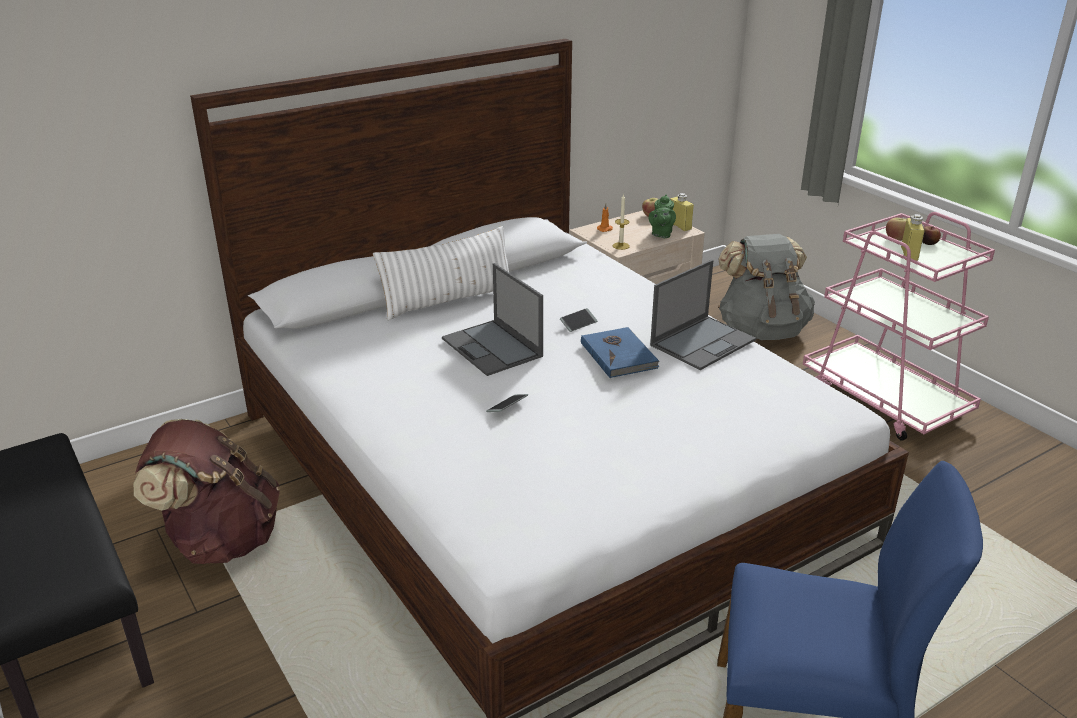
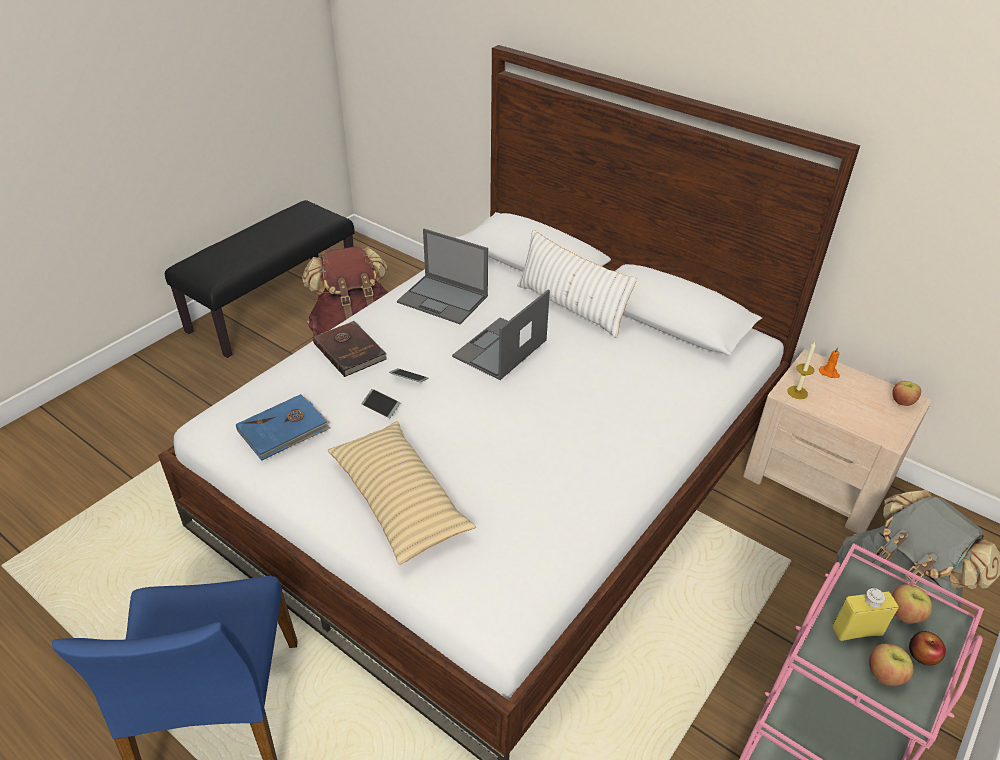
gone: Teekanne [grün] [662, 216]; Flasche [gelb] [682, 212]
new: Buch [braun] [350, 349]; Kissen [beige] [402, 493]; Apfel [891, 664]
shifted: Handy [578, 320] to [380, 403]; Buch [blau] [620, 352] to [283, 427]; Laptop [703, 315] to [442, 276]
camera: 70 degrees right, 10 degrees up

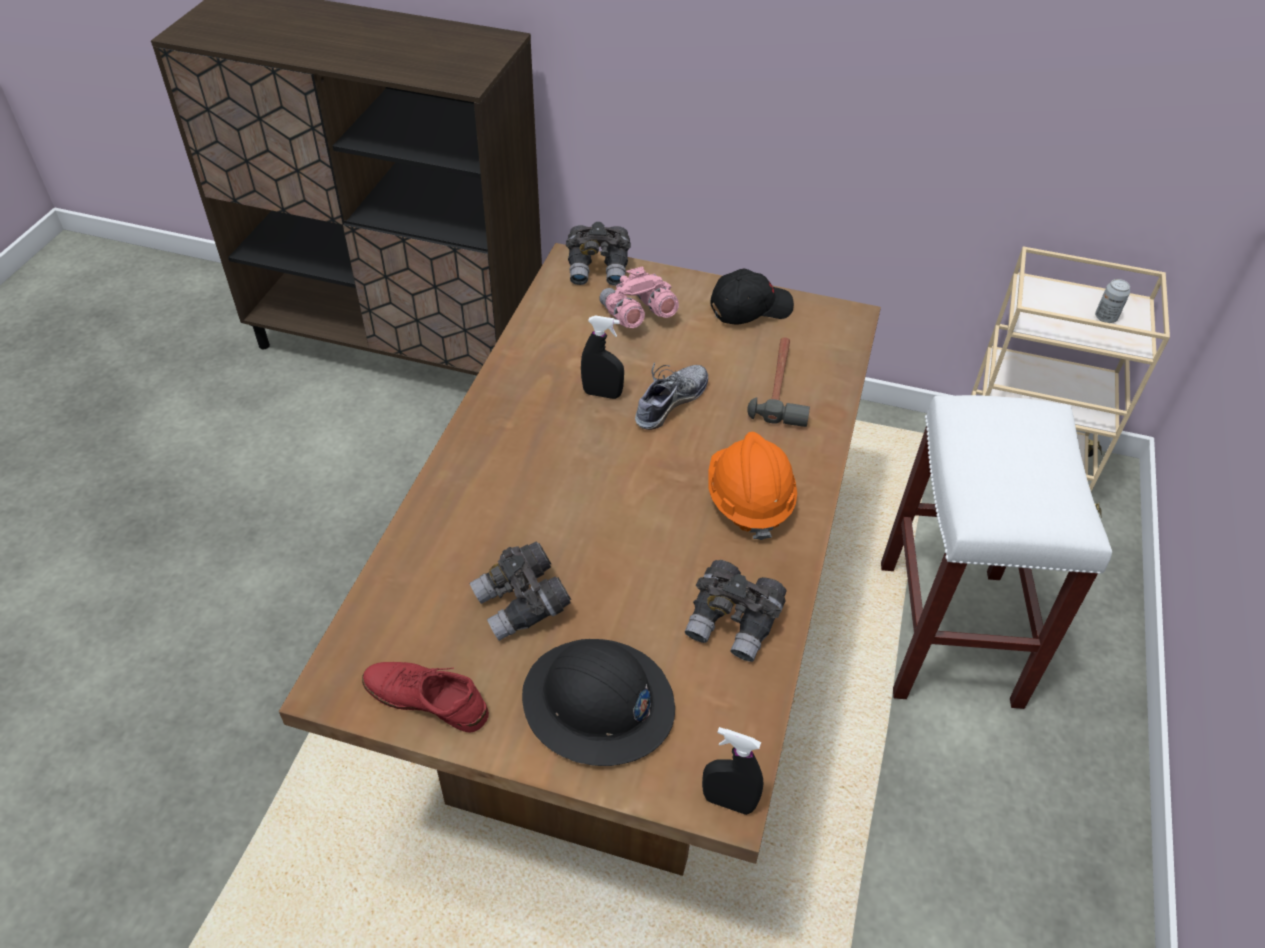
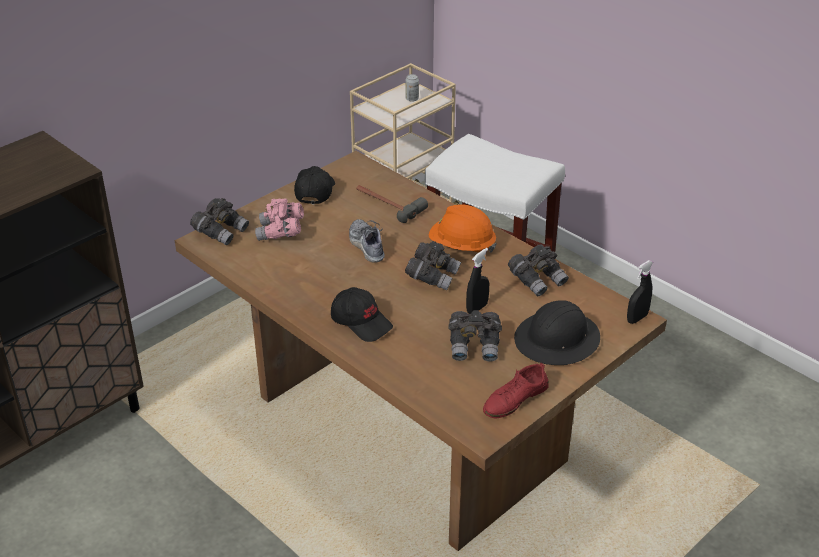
new: Kappe [schwarz] [362, 314]; Fernglas [grau] [433, 266]
shifted: Sprühflasche [schwarz] [602, 357] to [477, 281]
camera: 60 degrees left, 10 degrees down

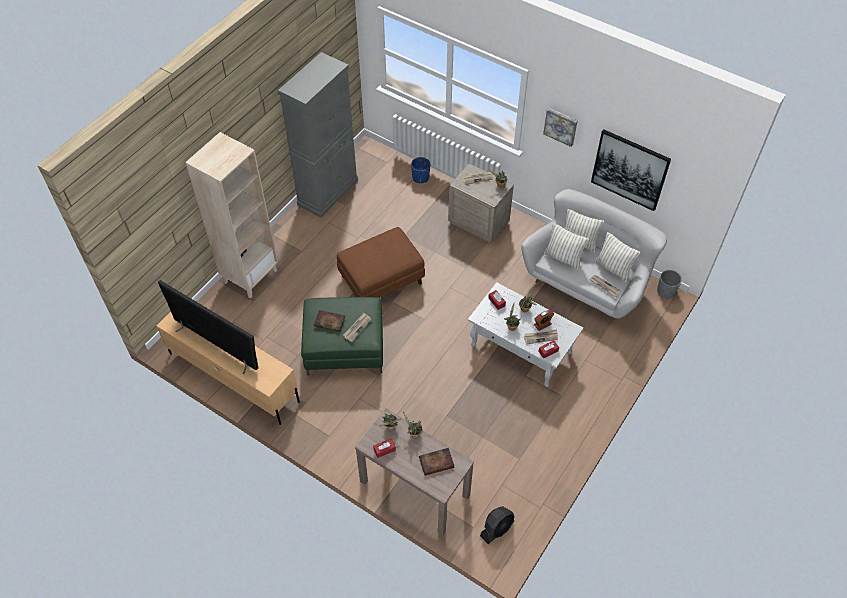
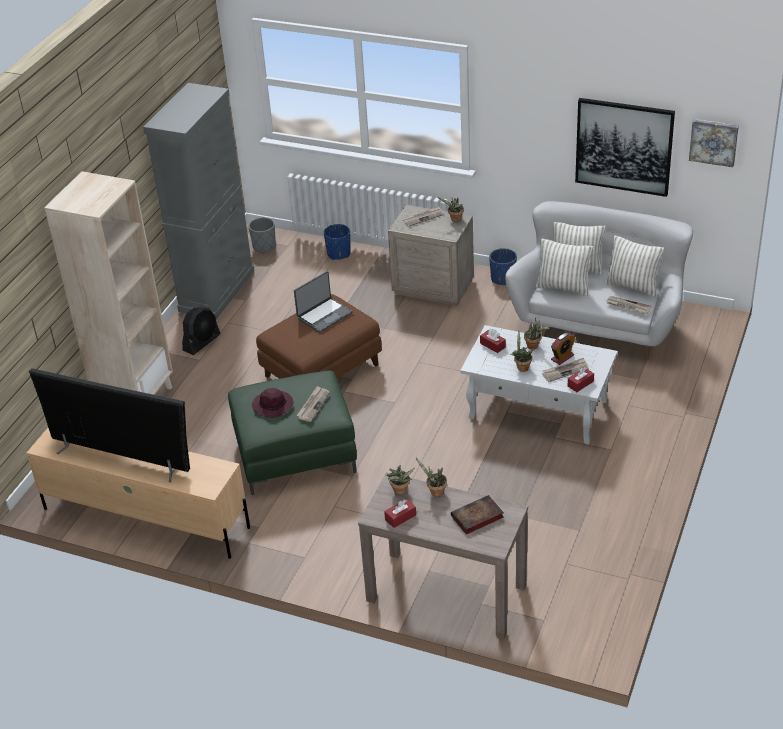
new: Laptop [323, 302]; Pflanzkübel [blau] [503, 266]
shifted: Ventilator [schwarz] [497, 525] to [201, 331]; Bild [560, 127] to [714, 143]; Pflanzkübel [grau] [669, 284] to [262, 235]
swapped: Buch [329, 321] to Hut [lila] [272, 403]
camera: 10 degrees left, 15 degrees down

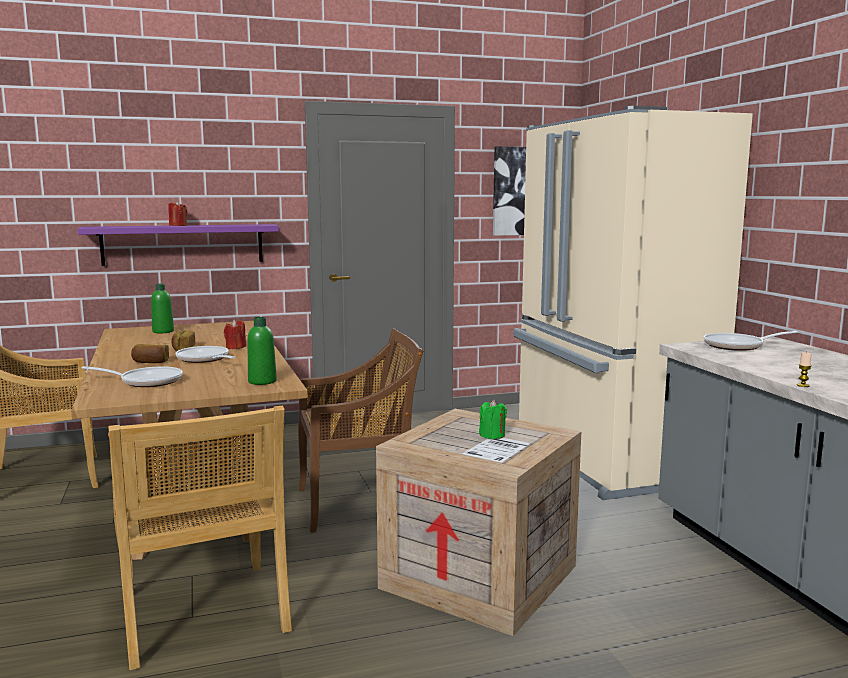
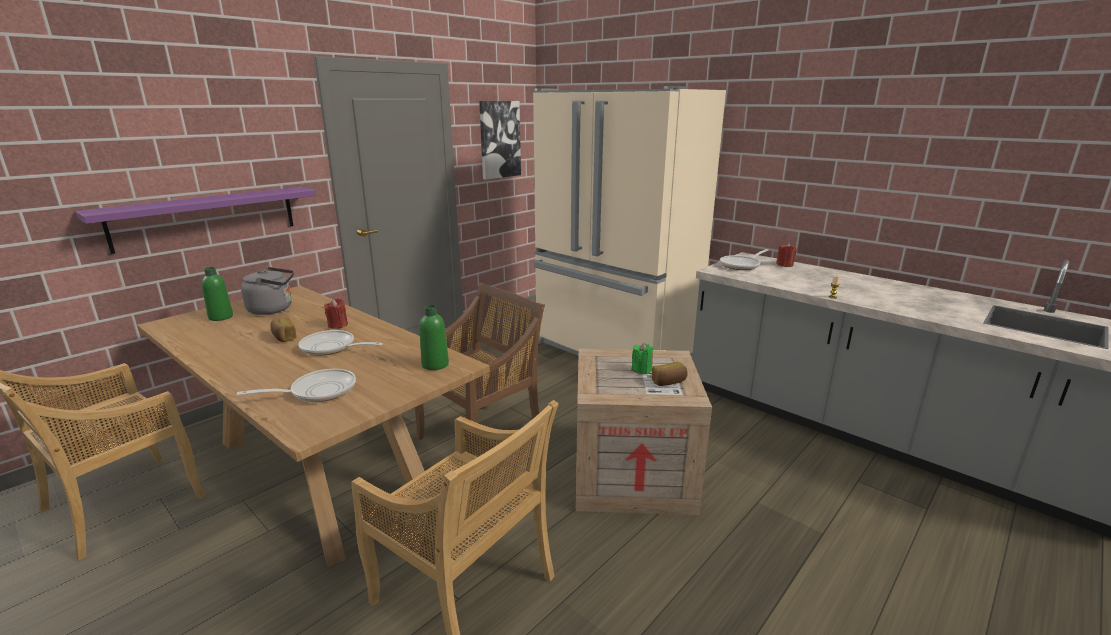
new: Wasserkessel [grau] [267, 291]
shifted: Brot [150, 353] to [670, 374]; Kerze [rot] [177, 213] to [786, 255]
camera: 30 degrees left, 10 degrees up

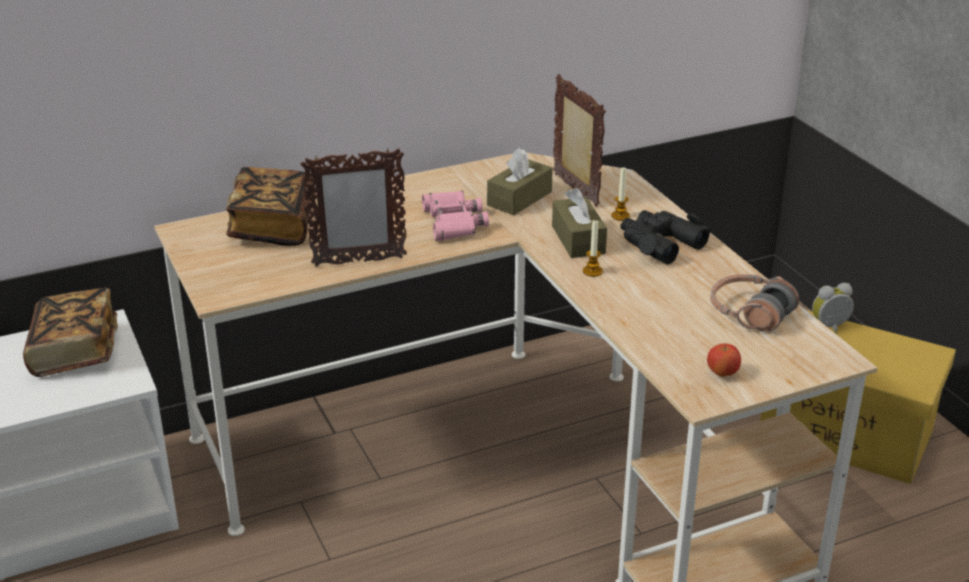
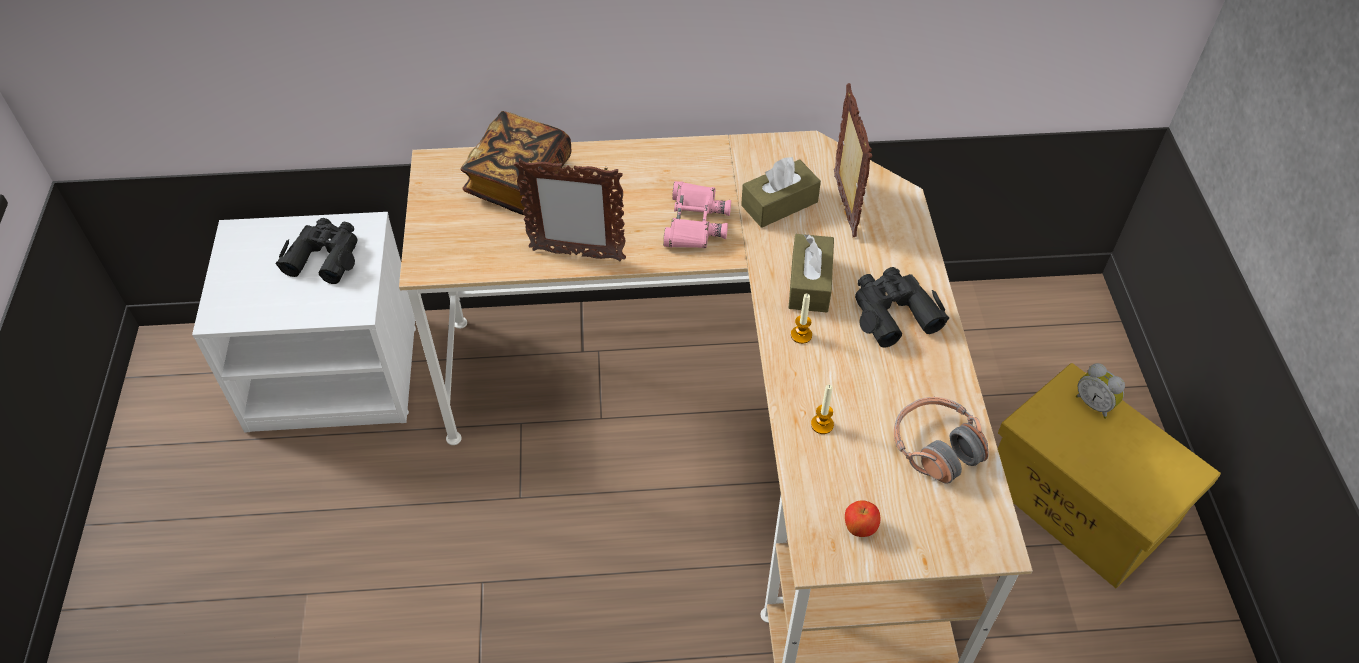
shifted: Kerze [620, 194] to [822, 409]
swapped: Buch [70, 332] to Fernglas [schwarz] [316, 251]
rotated: Wecker [833, 308] = [1100, 391] 135 degrees counterclockwise
camera: 20 degrees right, 20 degrees up

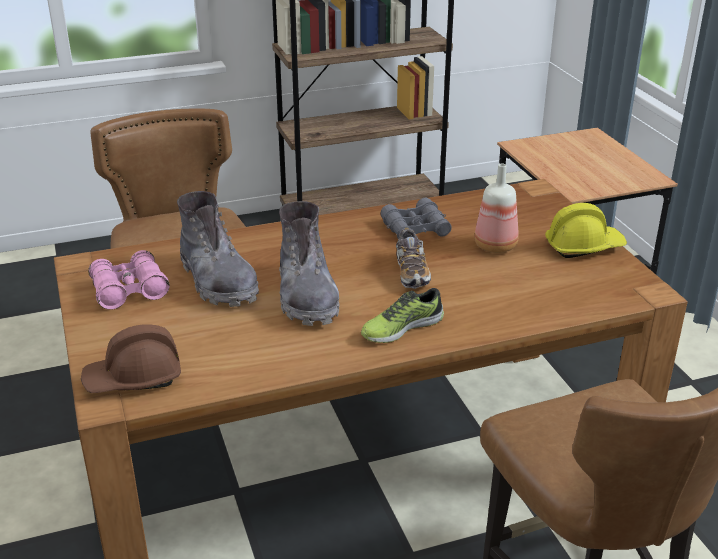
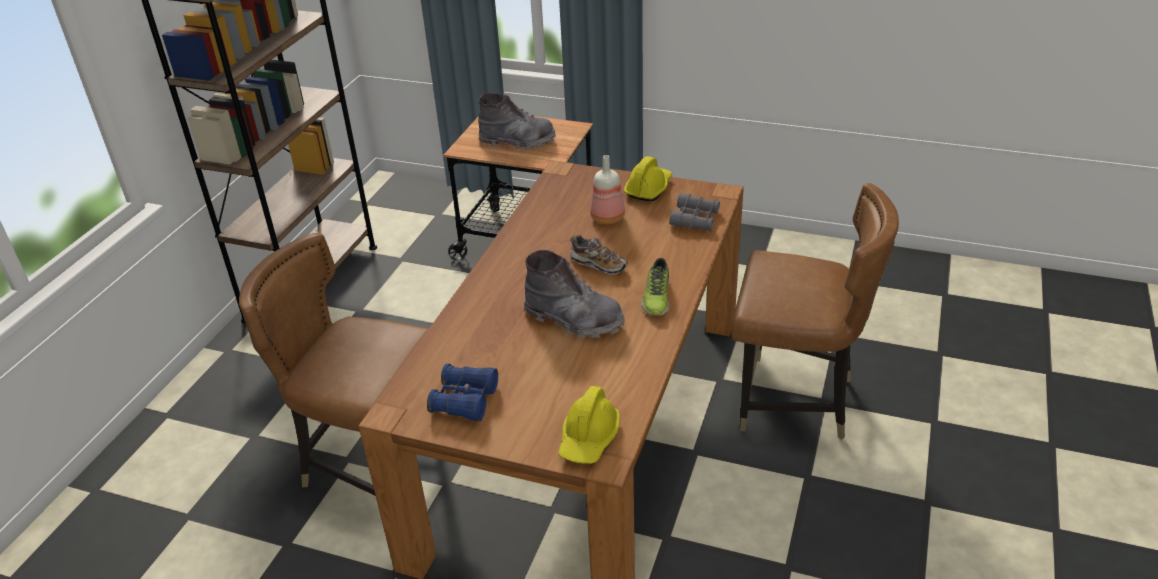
shifted: Stiefel [grau] [218, 249] to [517, 121]; Fernglas [grau] [416, 218] to [694, 212]
repainted: Schutzhelm [braun] [131, 358] to Schutzhelm [gelb] [589, 425]; Fernglas [rosa] [129, 280] to Fernglas [blau] [462, 392]
camera: 50 degrees left, 5 degrees up

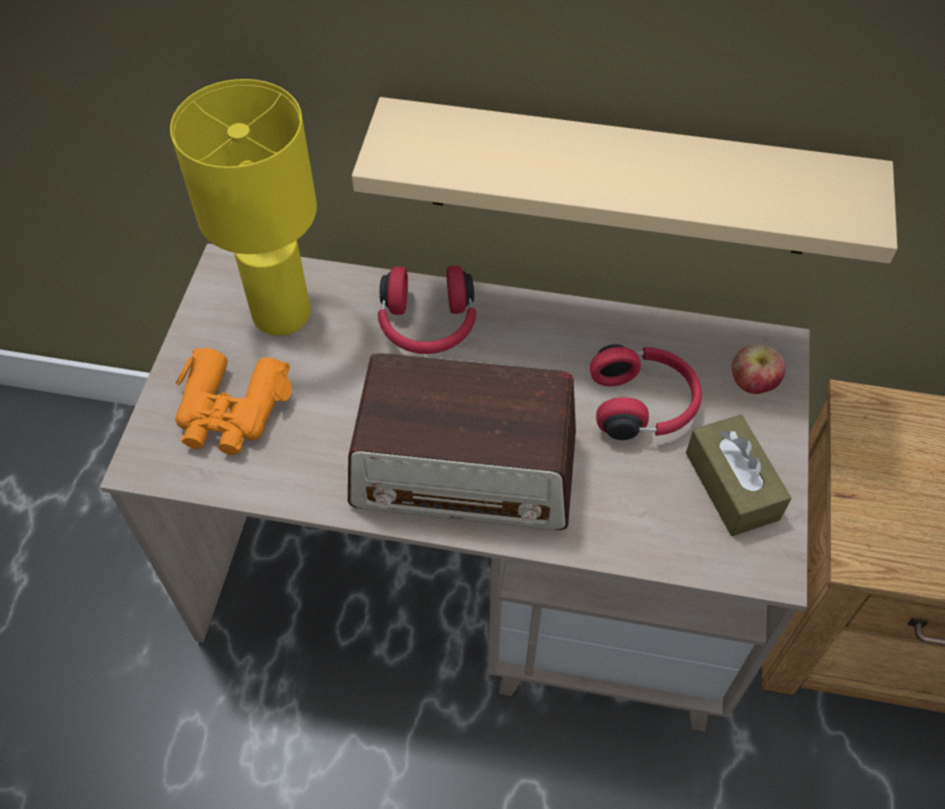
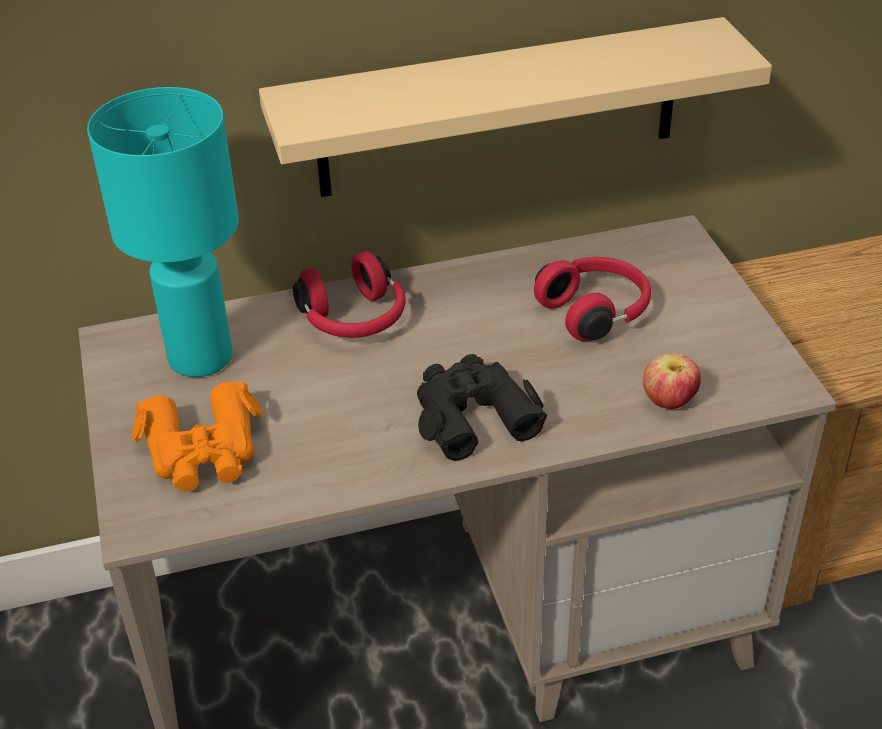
gone: Taschentuchbox [braun] [738, 475]
shifted: Apfel [759, 369] to [672, 381]
swapped: Radio [462, 441] to Fernglas [schwarz] [482, 407]
repainted: Tischlampe [gelb] [243, 207] to Tischlampe [türkis] [163, 232]
camera: 25 degrees left, 15 degrees down

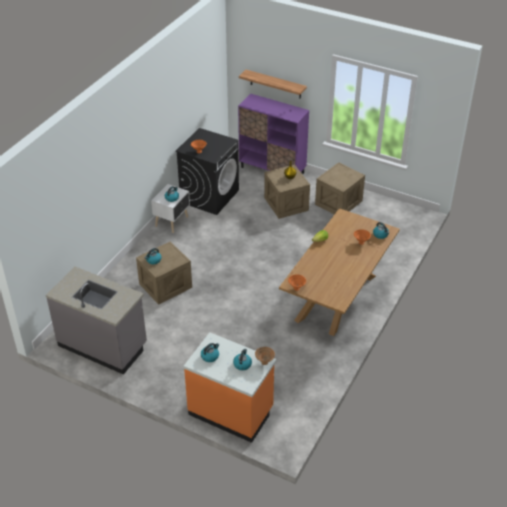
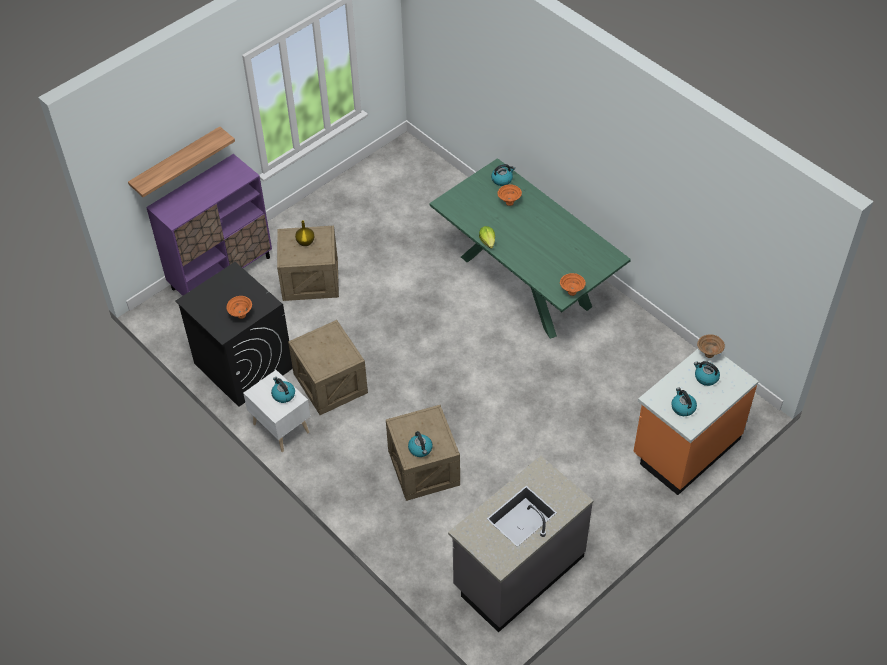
shifted: Kiste [340, 188] to [328, 367]
repainted: Esstisch [braun] [339, 272] to Esstisch [grün] [530, 248]
camera: 70 degrees left, 10 degrees up

